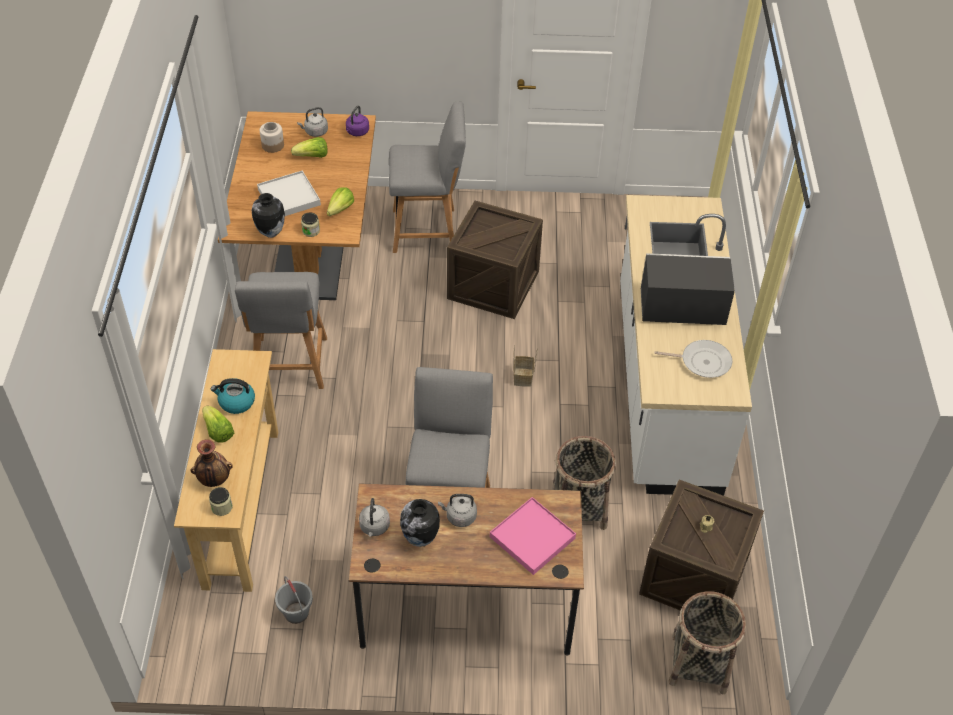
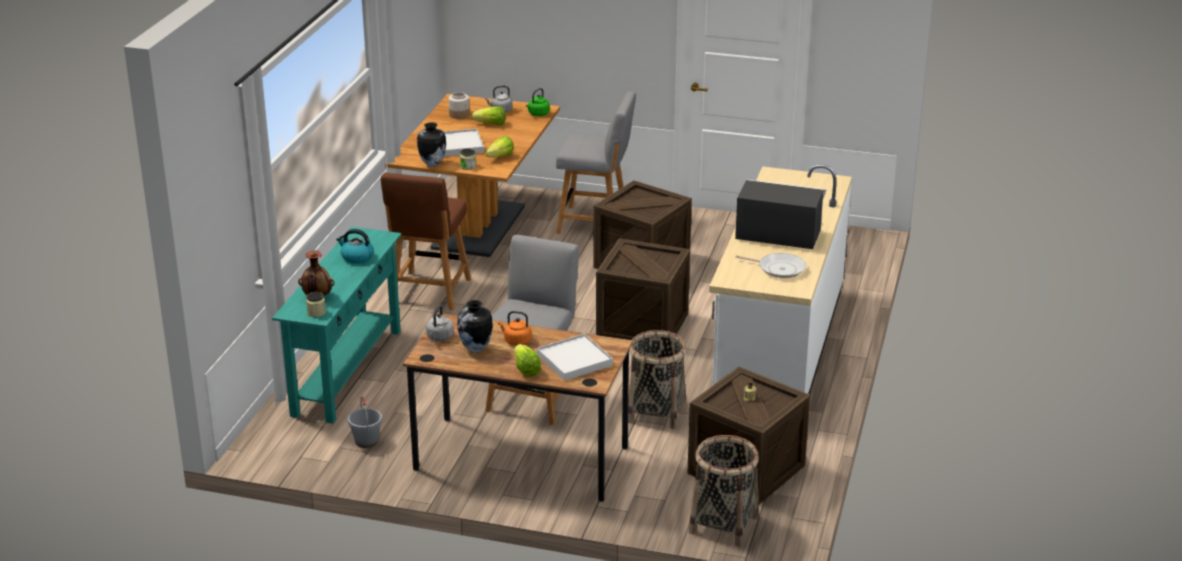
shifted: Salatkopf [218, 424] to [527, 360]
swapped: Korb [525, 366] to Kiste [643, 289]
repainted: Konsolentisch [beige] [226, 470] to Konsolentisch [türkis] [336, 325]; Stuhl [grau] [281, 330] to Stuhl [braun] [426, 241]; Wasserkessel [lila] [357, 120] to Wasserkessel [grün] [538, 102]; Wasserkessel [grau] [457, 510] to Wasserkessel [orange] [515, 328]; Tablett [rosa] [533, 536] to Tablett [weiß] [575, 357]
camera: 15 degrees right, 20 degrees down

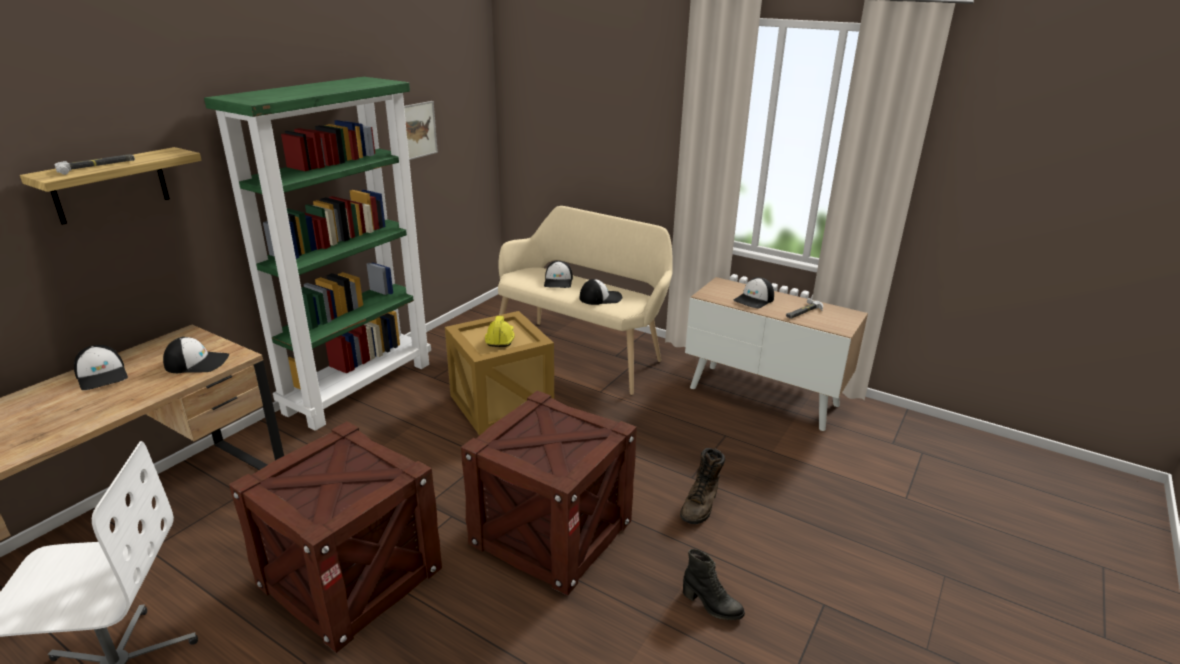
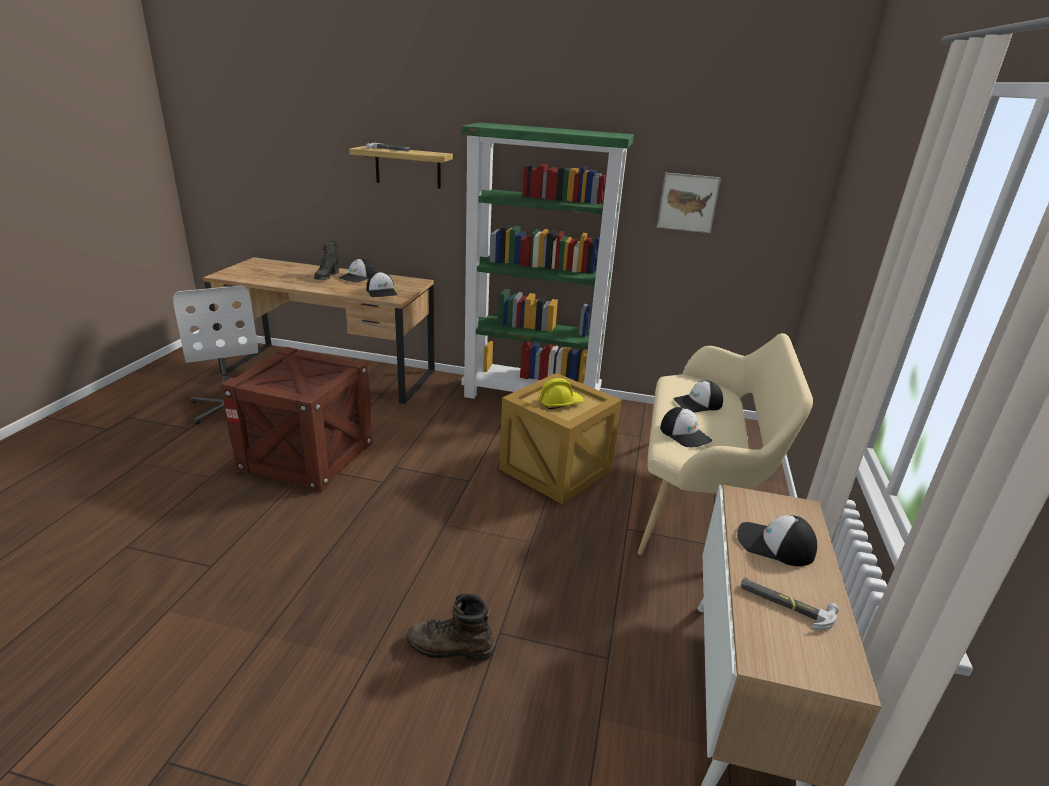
gone: Kiste [549, 493]
shifted: Stiefel [schwarz] [714, 584] to [326, 260]
camera: 70 degrees right, 0 degrees up

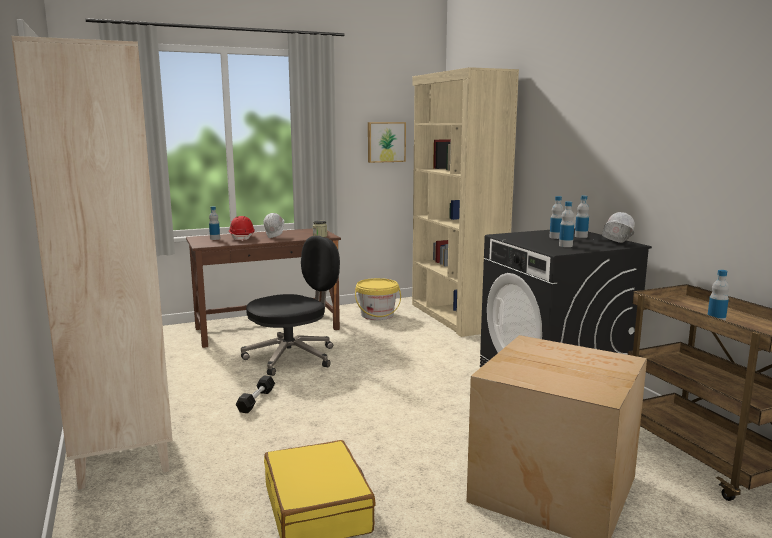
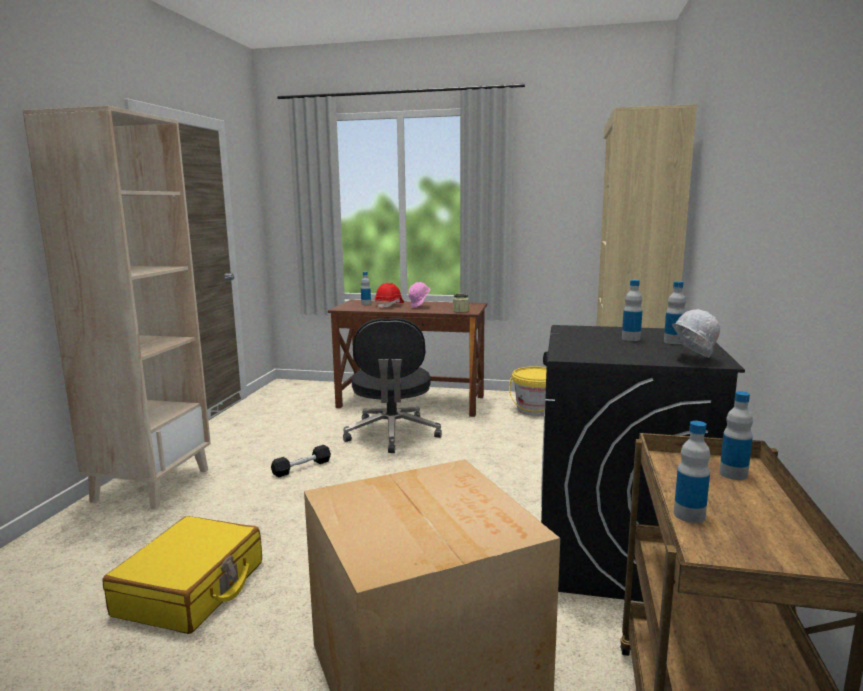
gone: Bild [387, 142]
shifted: Flasche [566, 224] to [736, 435]
repainted: Schutzhelm [weiß] [274, 225] to Schutzhelm [rosa] [419, 295]
rotated: Bürostuhl [schwarz] [290, 306] = [392, 385] 90 degrees clockwise
camera: 35 degrees right, 0 degrees up

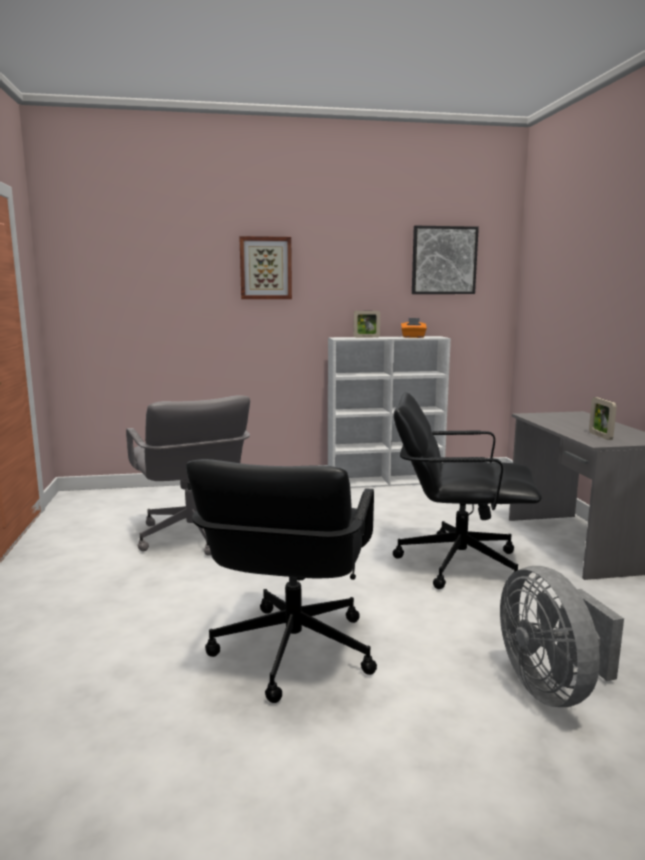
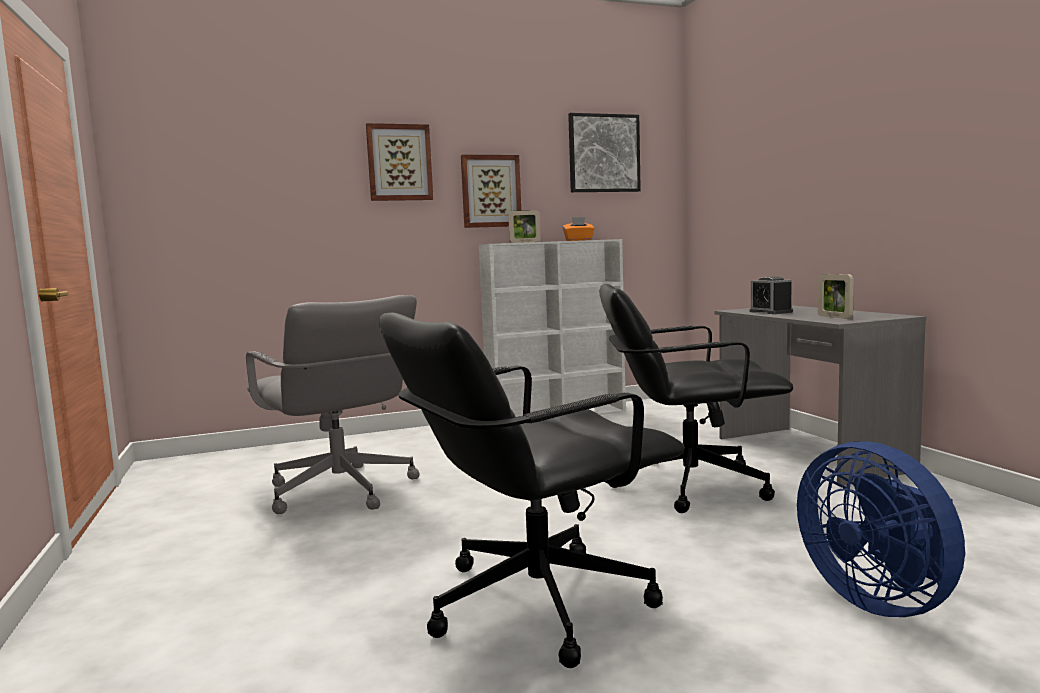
new: Bild [491, 191]; Wecker [771, 295]
repainted: Ventilator [grau] [562, 636] to Ventilator [blau] [881, 529]
rotated: Bürostuhl [schwarz] [281, 581] = [532, 490] 60 degrees clockwise
camera: 10 degrees left, 5 degrees down

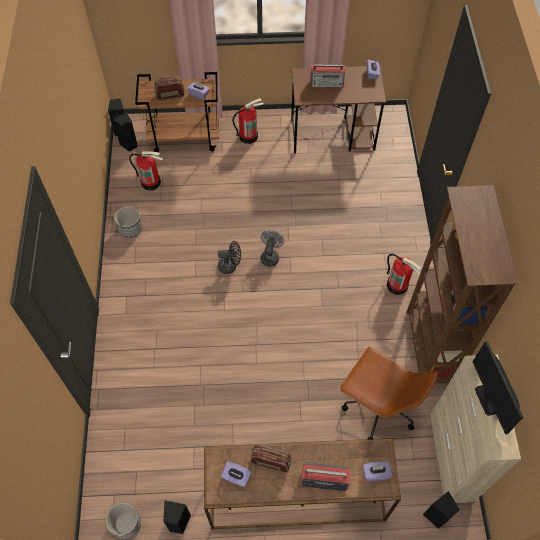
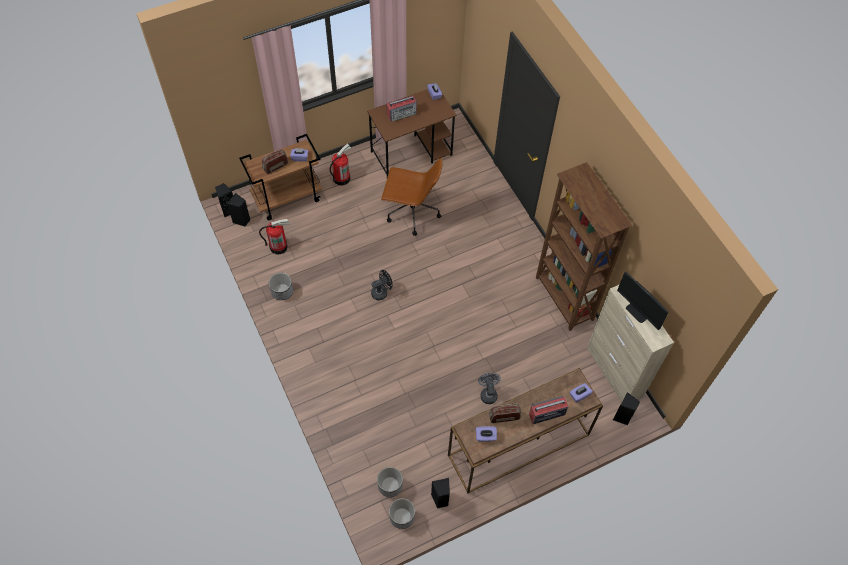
gone: Feuerlöscher [404, 274]
new: Pflanzkübel [390, 482]
shifted: Ventilator [grau] [272, 248] to [489, 388]; Bürostuhl [braun] [388, 393] to [412, 197]
camera: 25 degrees left, 0 degrees up

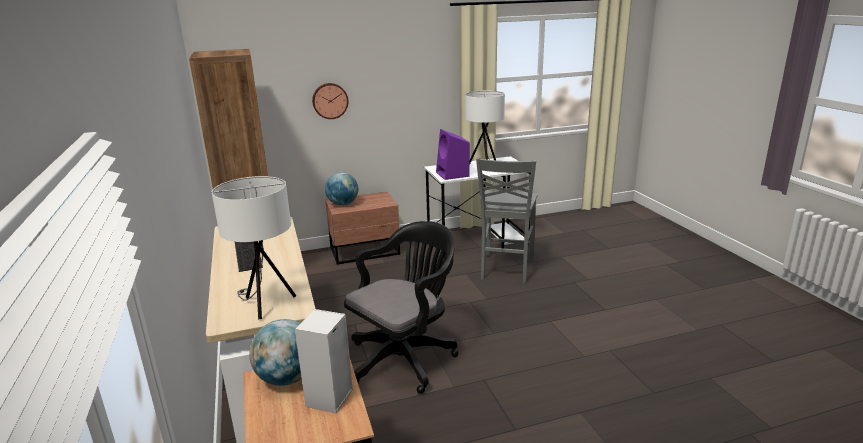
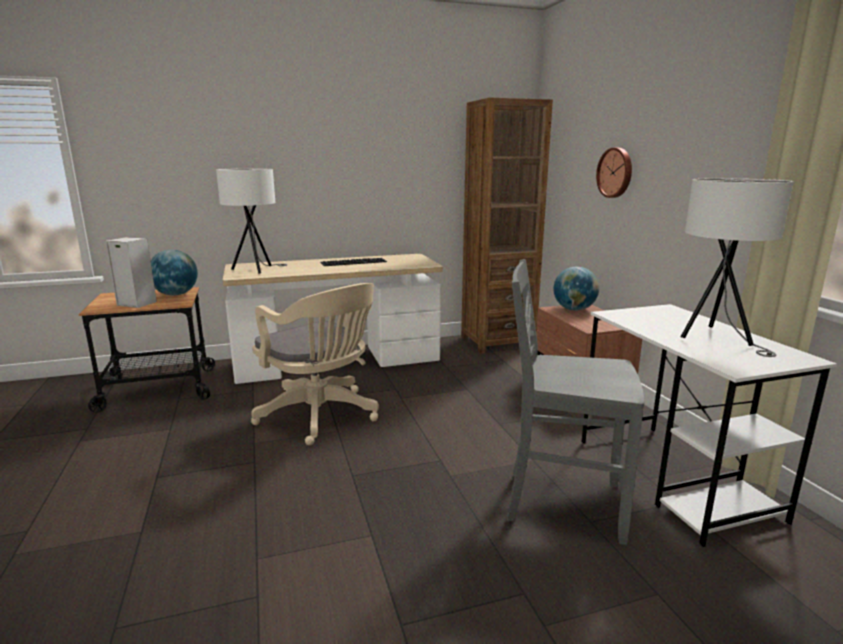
gone: Lautsprecher [lila] [453, 154]
repainted: Bürostuhl [schwarz] [401, 307] to Bürostuhl [beige] [315, 364]
camera: 90 degrees right, 5 degrees down

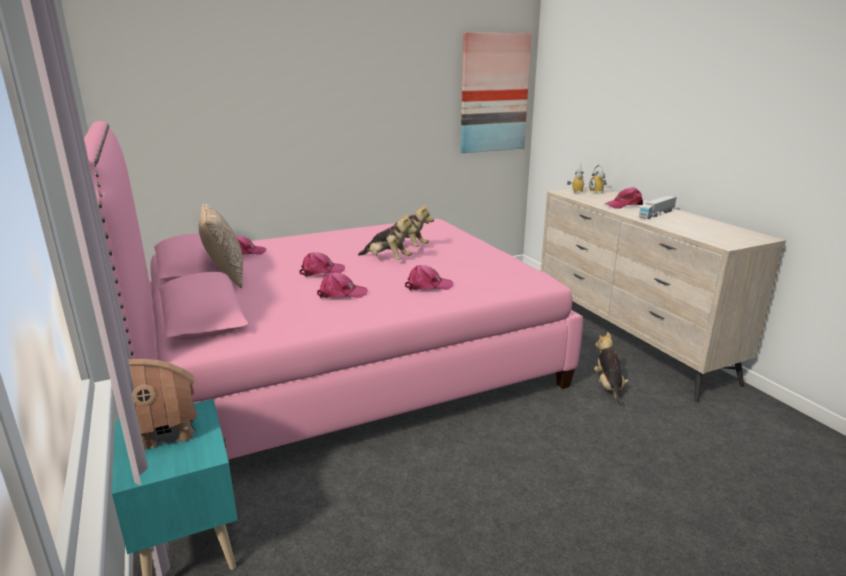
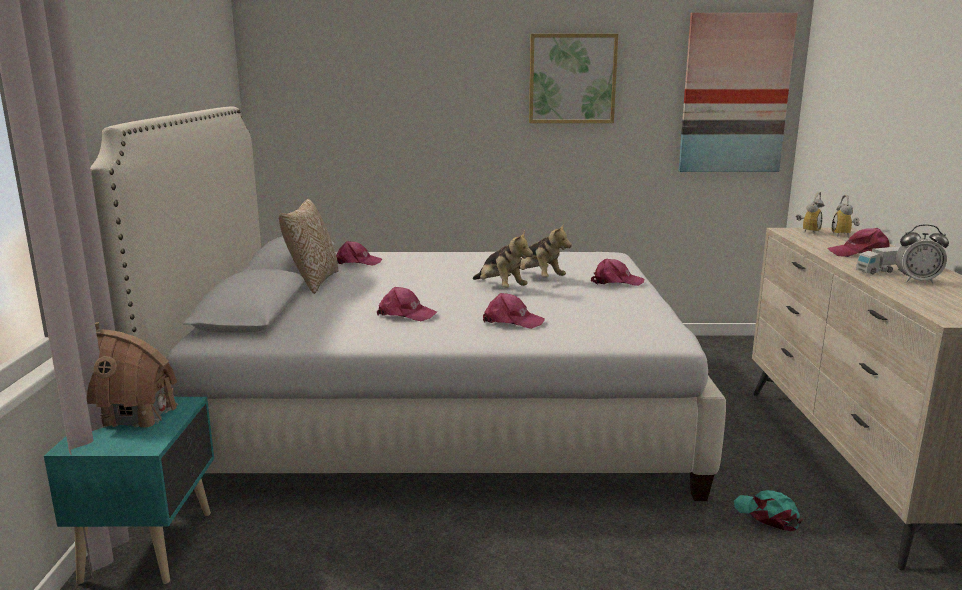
new: Bild [573, 78]; Wecker [922, 254]
shifted: Kappe [rosa] [322, 264] to [617, 272]
swapped: Plüschtier [611, 369] to Kappe [türkis] [768, 510]
repainted: Bett [rosa] [333, 290] to Bett [weiß] [408, 303]
camera: 25 degrees right, 5 degrees down

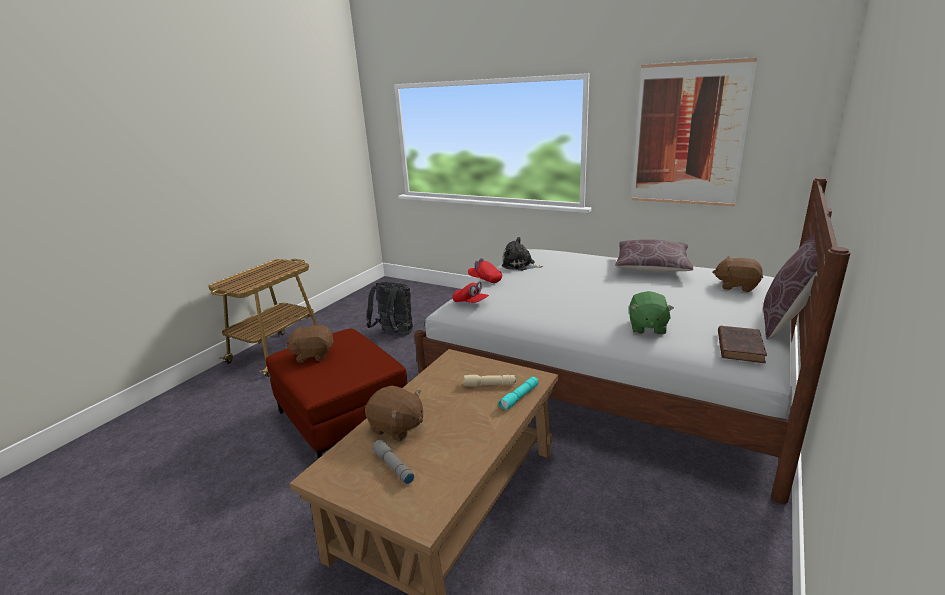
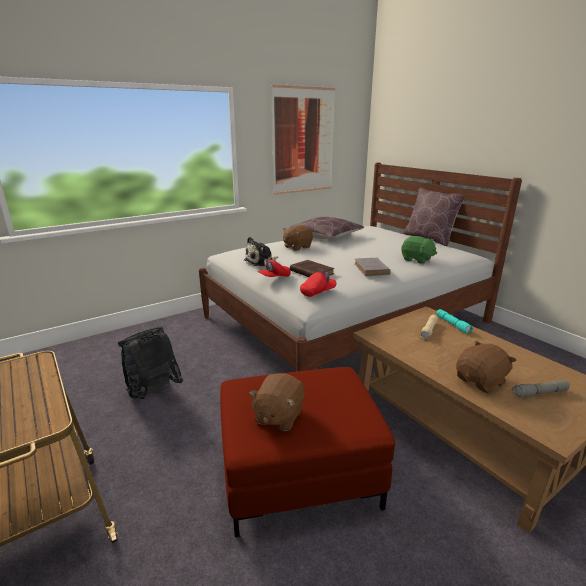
new: Buch [grau] [372, 267]
shifted: Plüschtier [braun] [738, 274] to [298, 238]; Buch [braun] [742, 344] to [312, 268]
camera: 65 degrees left, 0 degrees up

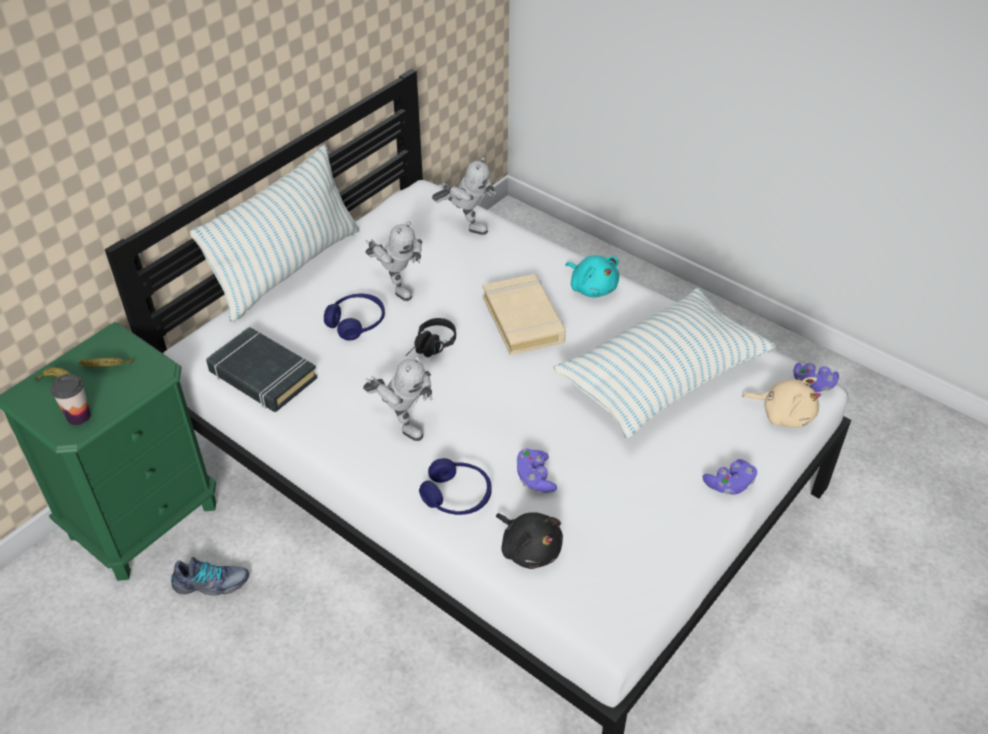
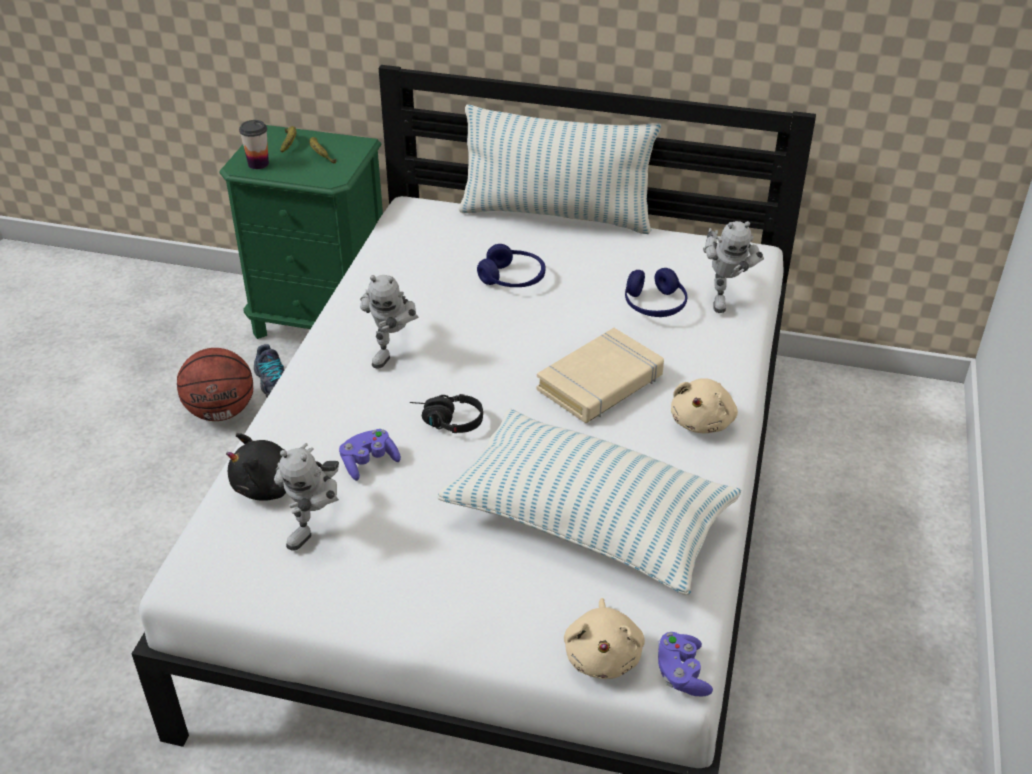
gone: Buch [schwarz] [262, 369]; Gamepad [lila] [730, 477]
new: Basketball [215, 384]
shifted: Spielzeugroboter [393, 261] to [306, 496]; Kopfhörer [schwarz] [431, 337] to [446, 413]; Kopfhörer [blau] [455, 486] to [656, 292]
repainted: Plüschtier [türkis] [592, 276] to Plüschtier [beige] [704, 405]
rotated: Plüschtier [schwarz] [529, 540] = [274, 467] 45 degrees clockwise
camera: 65 degrees right, 5 degrees down

